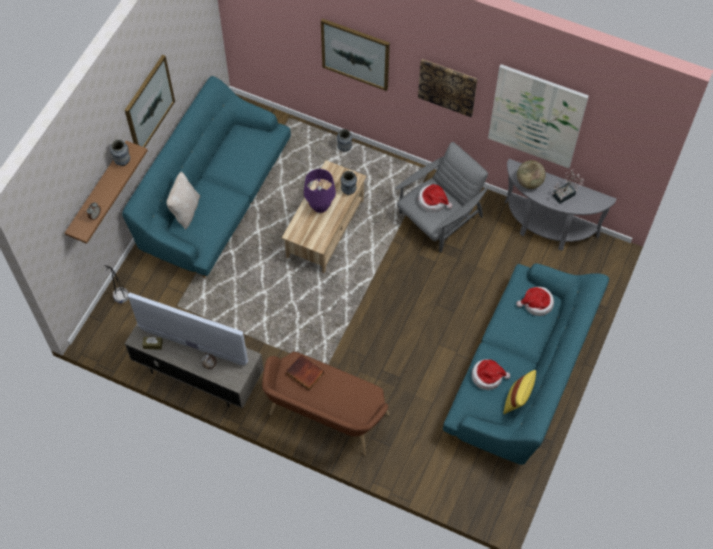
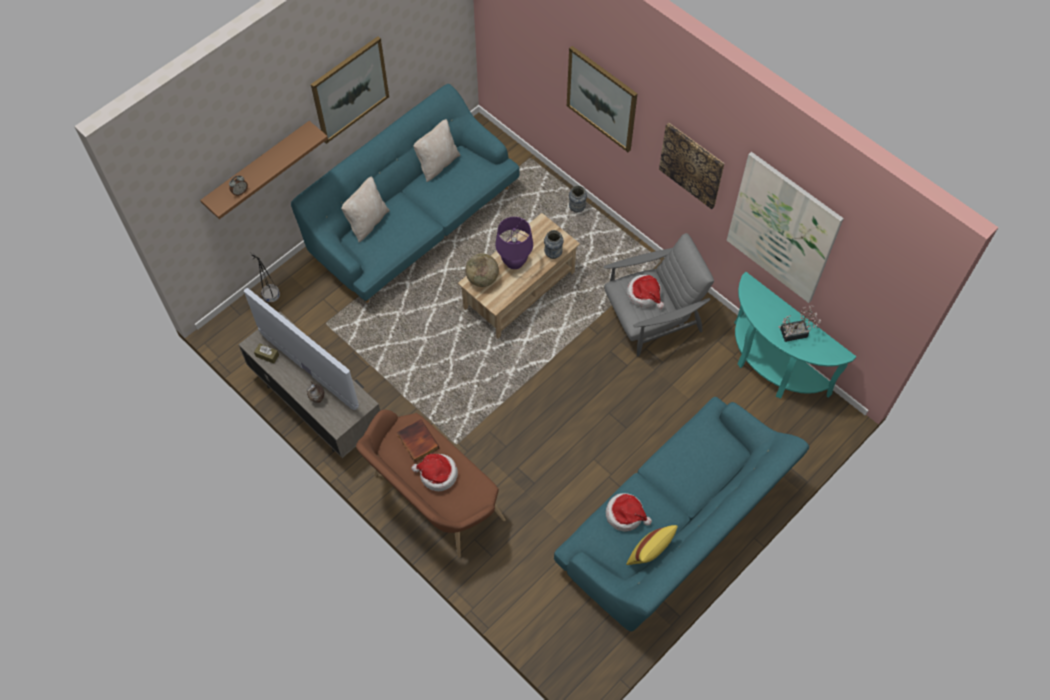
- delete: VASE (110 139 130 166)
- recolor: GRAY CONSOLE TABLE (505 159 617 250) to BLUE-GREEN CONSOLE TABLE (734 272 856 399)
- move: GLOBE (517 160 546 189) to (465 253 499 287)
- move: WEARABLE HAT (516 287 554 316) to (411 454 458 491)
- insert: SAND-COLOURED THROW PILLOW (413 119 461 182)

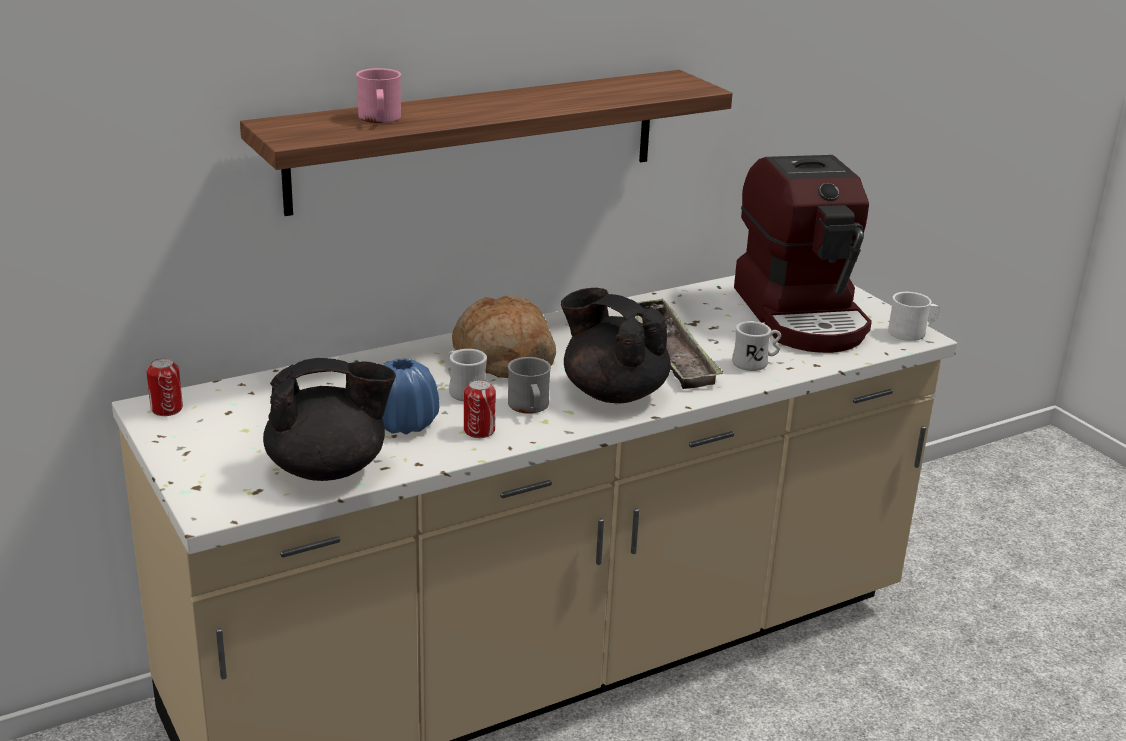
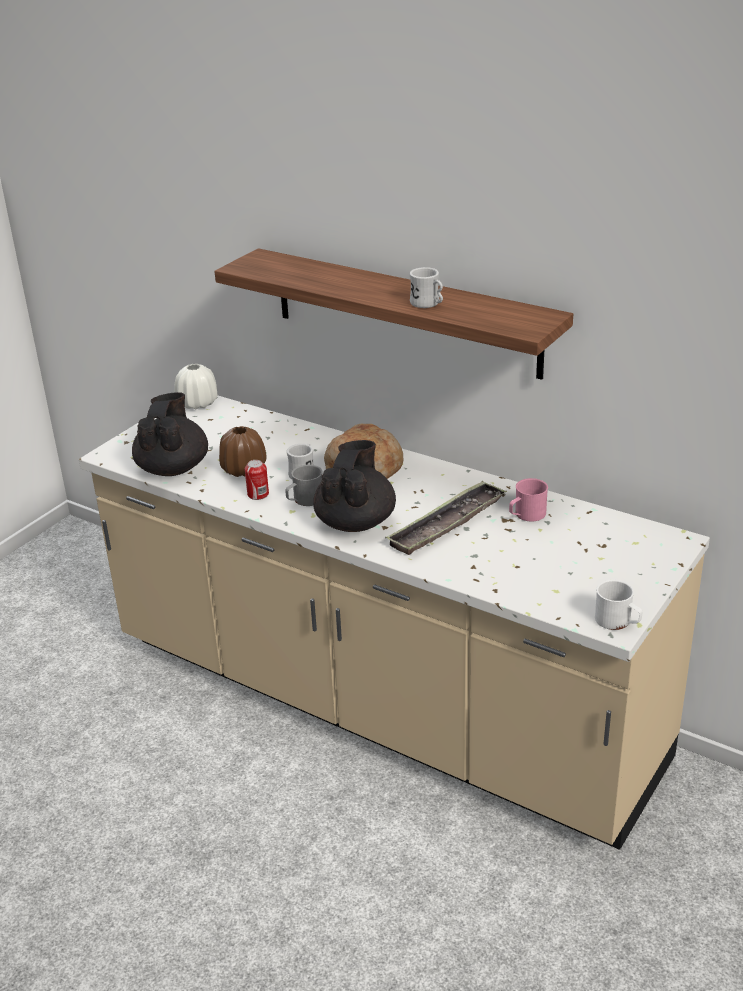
- move: PINK COFFEE MUG (356 68 401 123) to (509 478 548 521)
- delete: COFFEE MACHINE (734 155 872 353)
- move: WHITISH COFFEE MUG (732 321 781 371) to (410 267 443 308)
- replace: CAN (146 358 183 416) to WHITISH VASE (174 364 217 409)
- rotate: BLACK POT FOR TEA (263 358 396 481) = (132 392 208 476) 135 degrees counterclockwise
- recolor: BLUE-COLOURED VASE (382 358 439 435) to BROWNISH VASE (219 426 267 477)

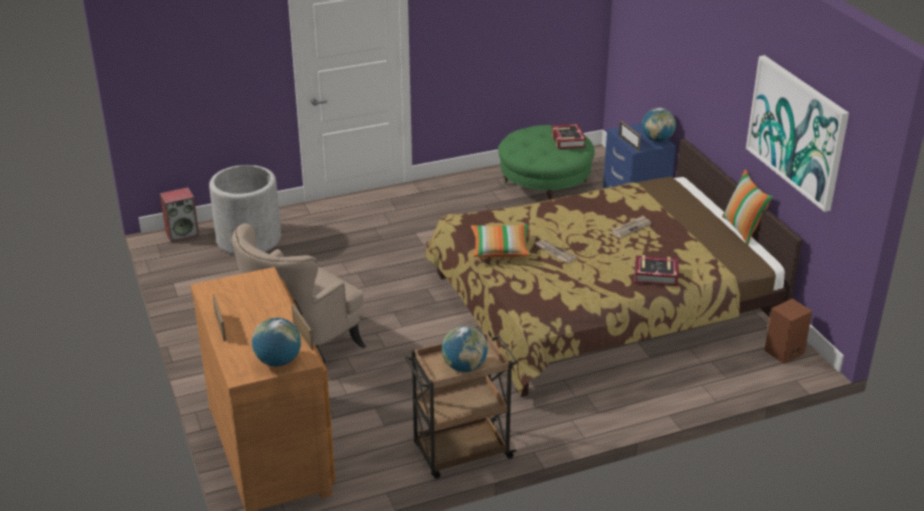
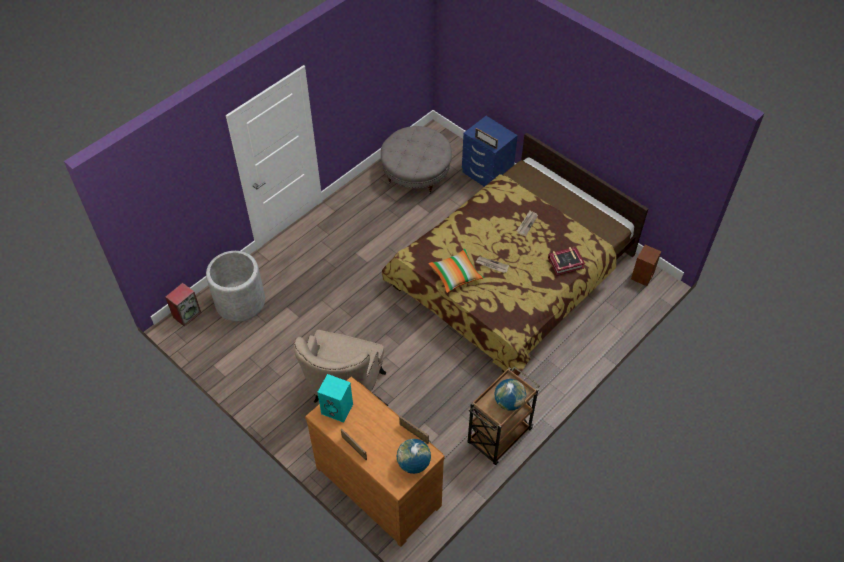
- delete: PICTURE (746 55 849 212)
- delete: GLOBE (642 108 676 142)
- delete: BOOK (552 124 586 149)
- recolor: GREENISH FOOTREST (498 125 595 200) to GRAY FOOTREST (381 126 452 193)
- delete: THROW PILLOW (722 170 773 244)
- insert: BLUE-GREEN AUDIO SPEAKER (317 374 353 423)

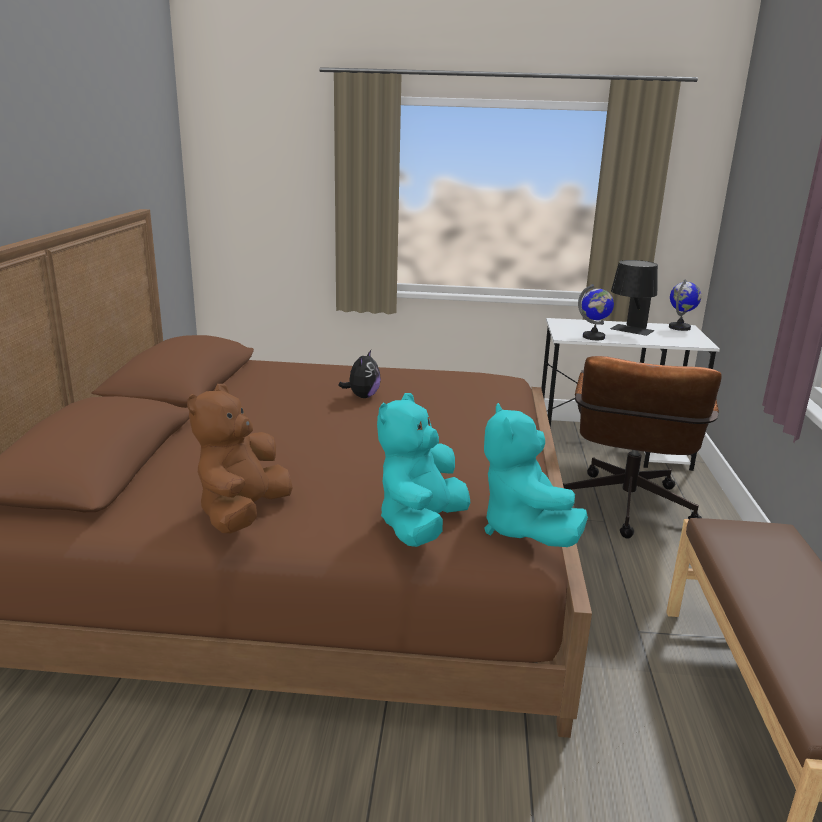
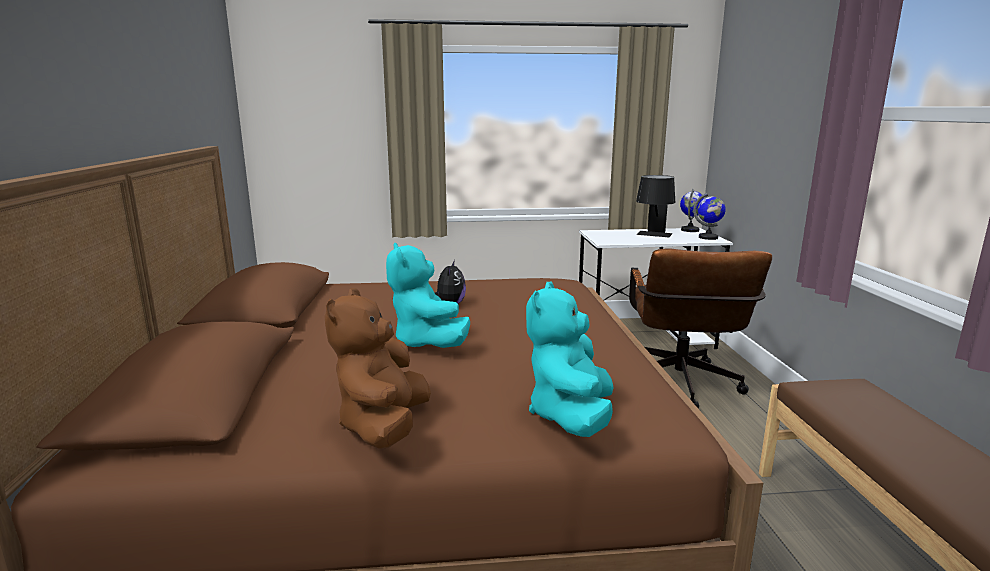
- move: GLOBE (578 284 614 340) to (693 193 726 240)
- move: BLUE-GREEN CUDDLY TOY (484 403 588 547) to (386 243 470 348)

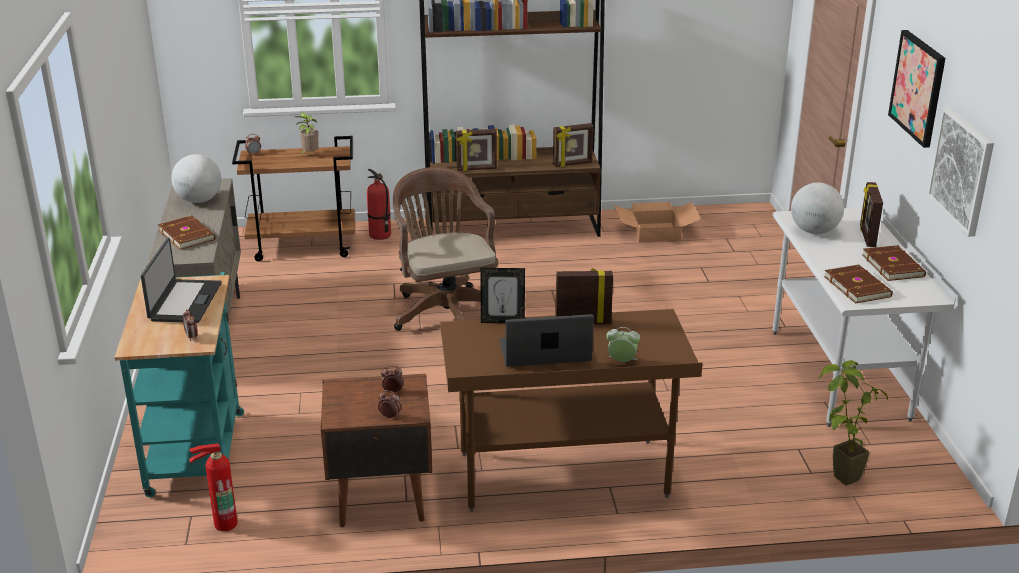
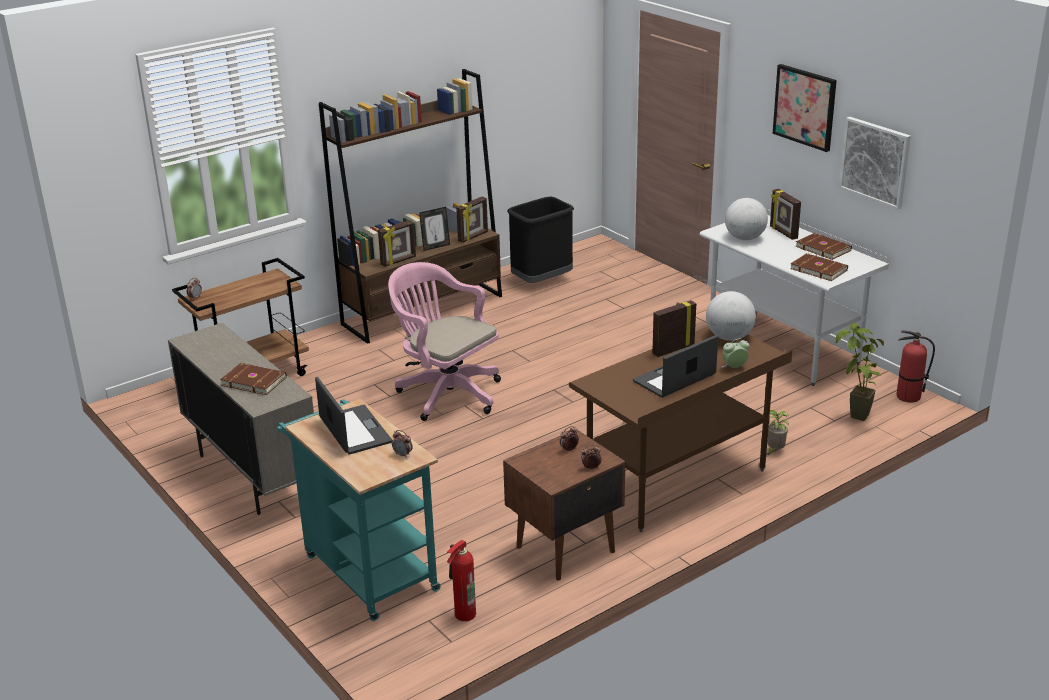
- move: HOUSEPLANT (295 113 319 154) to (767 410 789 456)
- move: GLOBE (171 154 222 203) to (706 291 756 341)
- recolor: BROWNISH COMPUTER CHAIR (393 167 498 331) to PINK COMPUTER CHAIR (388 262 501 421)
- move: FIRE-FIGHTING CYLINDER (367 169 391 240) to (897 330 935 403)
- replace: CARDBOARD BOX (614 202 701 243) to BLACK RUBBISH BIN (507 196 574 283)
- move: STANDING FRAME (480 268 525 323) to (419 207 450 251)

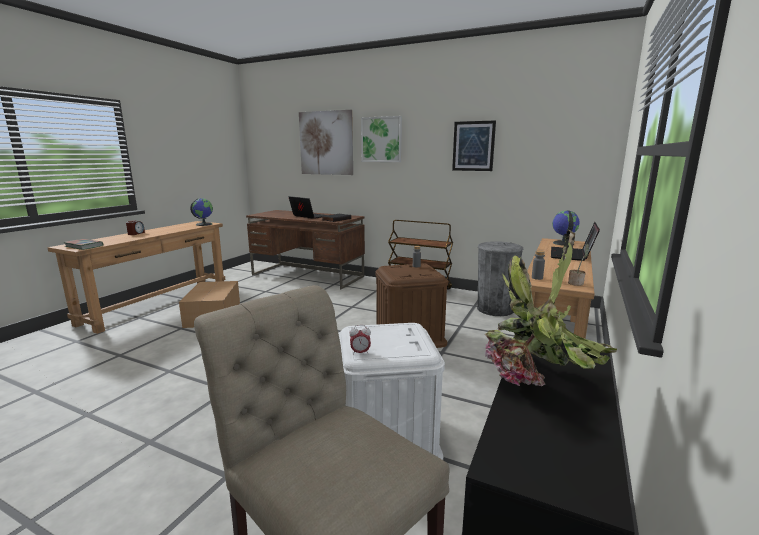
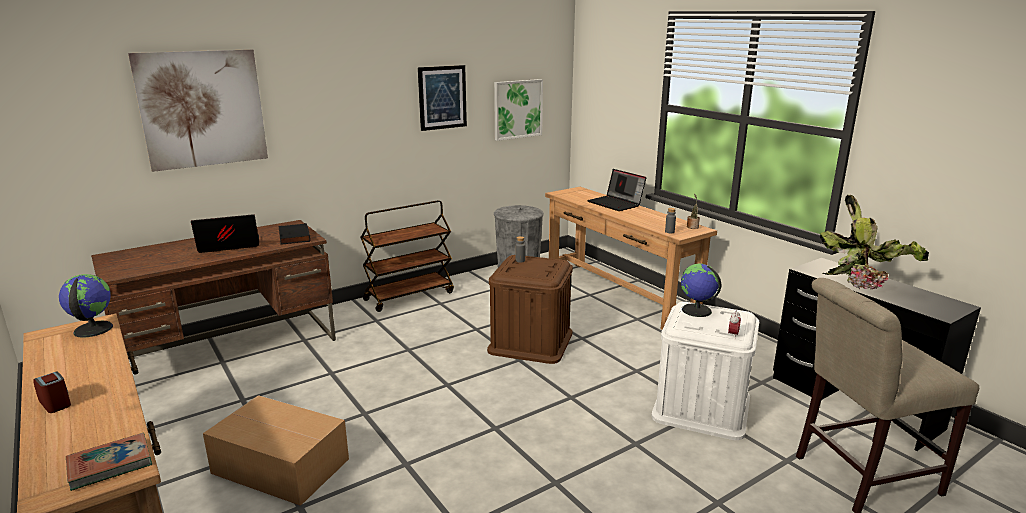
- move: PICTURE (361 116 402 162) to (494 79 543 141)
- move: GLOBE (552 210 580 246) to (681 263 721 317)

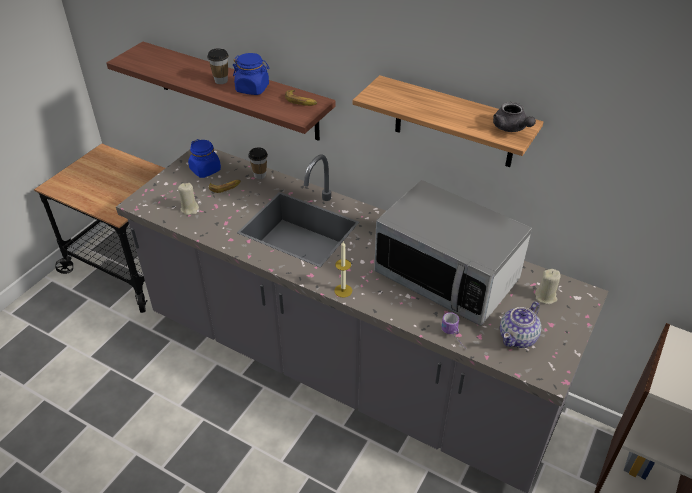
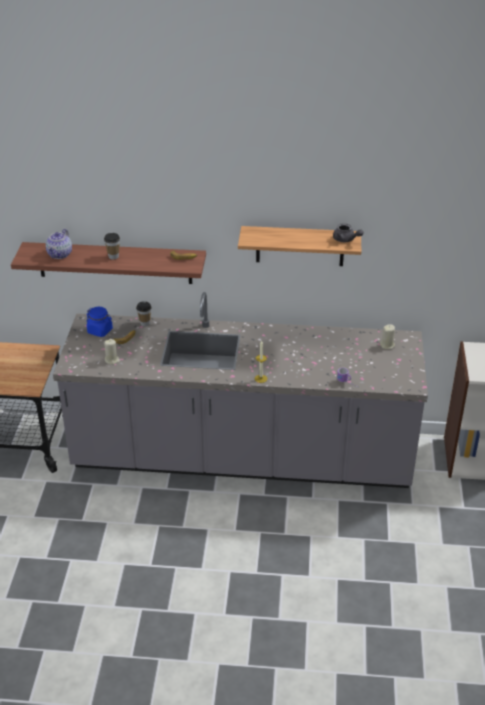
- delete: BLUE-COLOURED PRESERVE JAR (233 53 270 95)
- delete: KITCHEN MICROWAVE (374 180 532 326)
- move: POT FOR TEA (500 302 541 348) to (46 229 72 259)

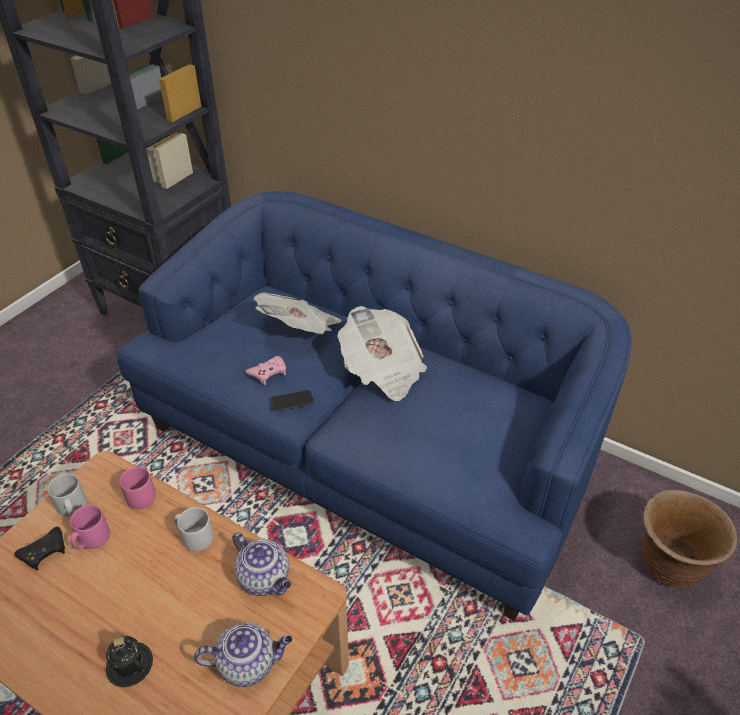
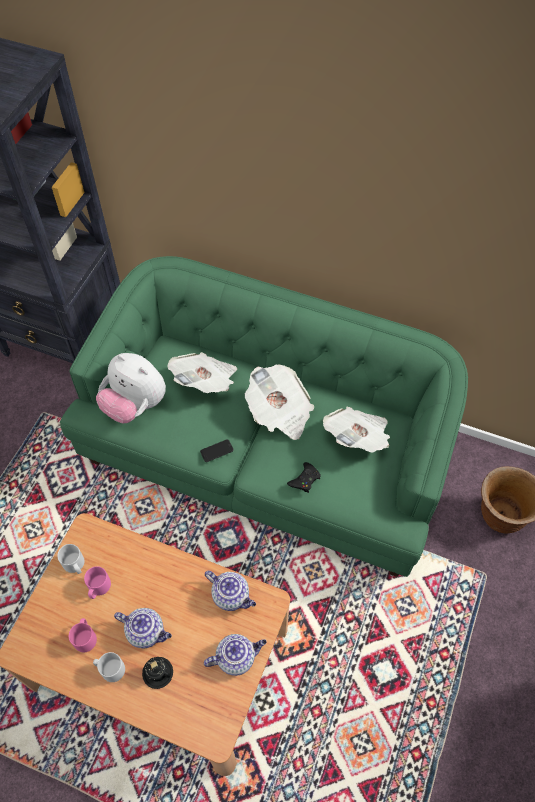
- recolor: BLUE-COLOURED SETTEE (117 191 632 621) to GREENISH SETTEE (60 256 468 577)
- delete: PINK JOYPAD (245 356 286 385)
- move: PINK COFFEE MUG (119 465 156 509) to (69 618 97 652)
- move: GRAY COFFEE MUG (174 507 214 552) to (93 652 125 682)
- move: BLACK JOYPAD (14 527 65 570) to (287 462 321 493)
- insert: CUDDLY TOY (96 353 166 423)
- insert: DAILY PAPER (323 406 390 452)
- insert: POT FOR TEA (114 608 172 648)

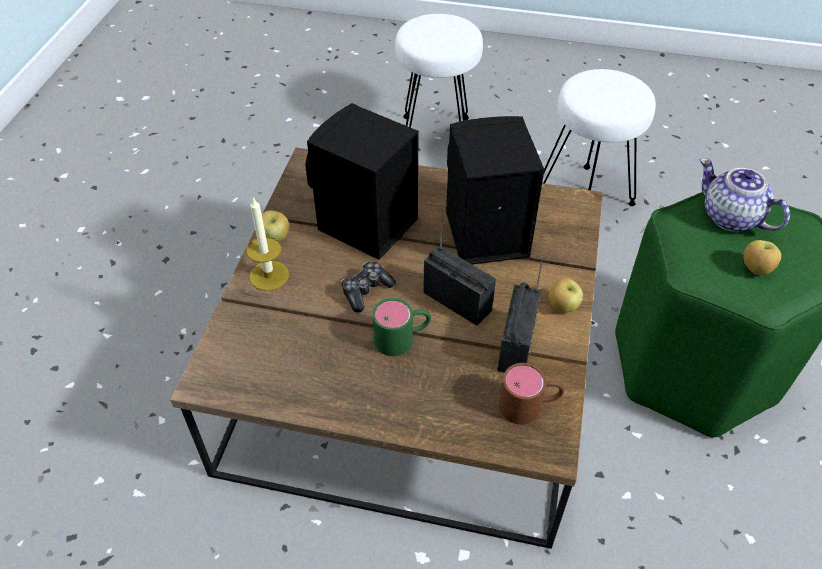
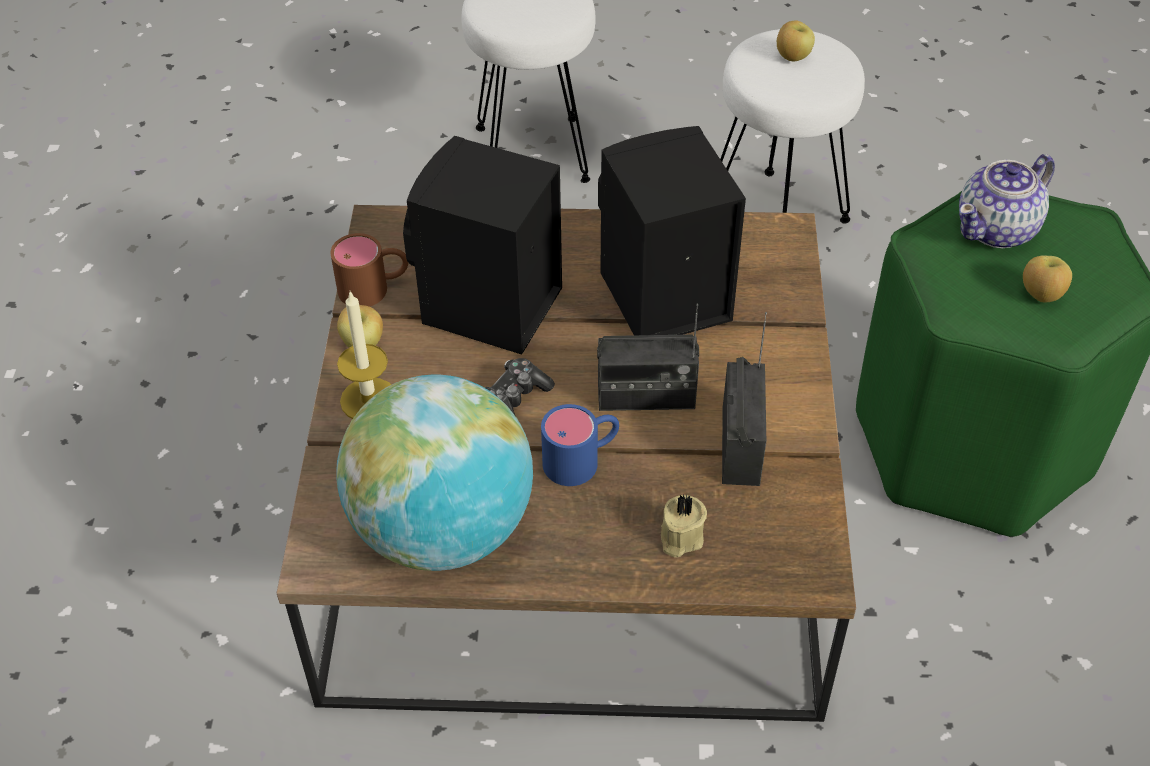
- rotate: POT FOR TEA (700 158 790 232) = (959 154 1055 248) 75 degrees counterclockwise
- rotate: RADIO RECEIVER (423 210 496 326) = (597 303 699 411) 150 degrees clockwise
- move: APPLE FRUIT (549 278 583 313) to (777 20 815 62)
- recolor: GREENISH COFFEE MUG (372 298 431 356) to BLUE-COLOURED COFFEE MUG (541 404 619 486)
- move: BROWNISH COFFEE MUG (499 363 565 425) to (331 233 408 307)
- insert: GLOBE (336 375 533 571)
- insert: SAND-COLOURED WAX CANDLE (661 494 707 558)

